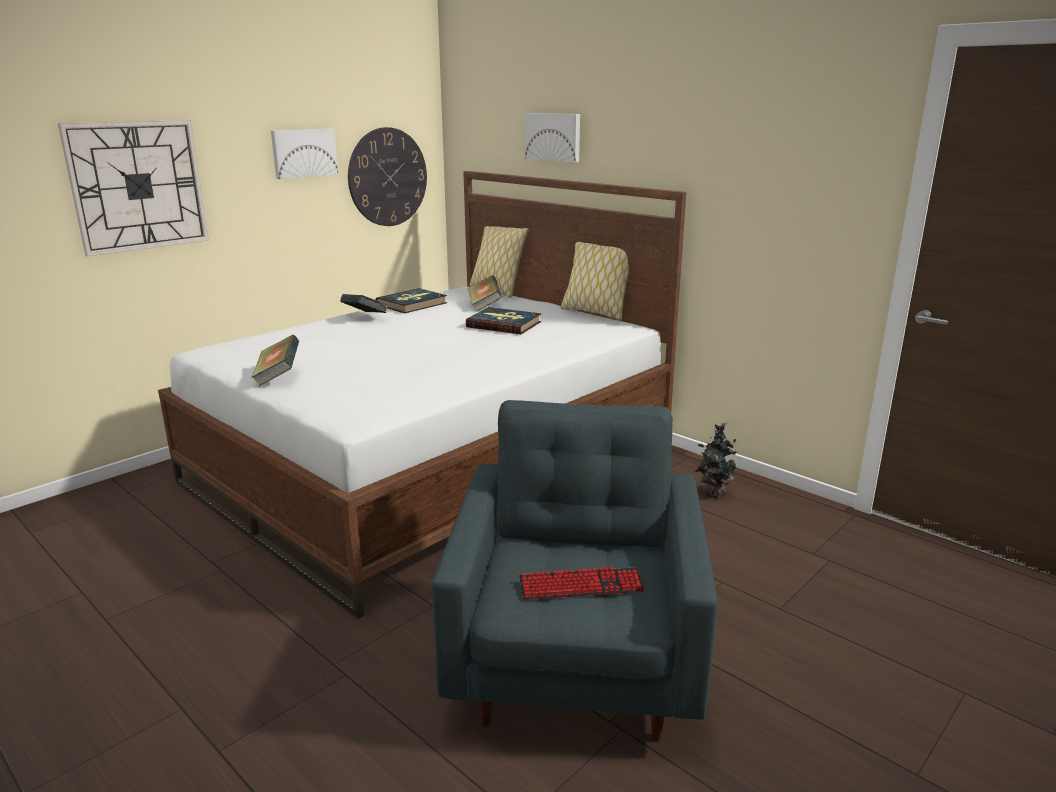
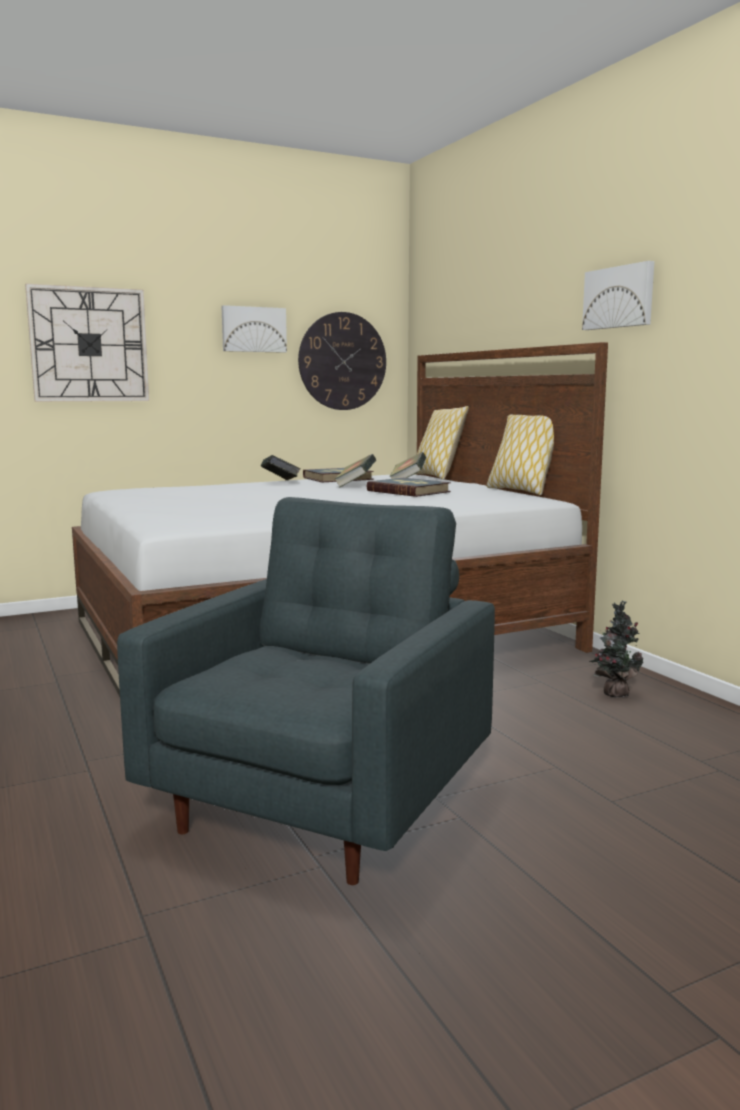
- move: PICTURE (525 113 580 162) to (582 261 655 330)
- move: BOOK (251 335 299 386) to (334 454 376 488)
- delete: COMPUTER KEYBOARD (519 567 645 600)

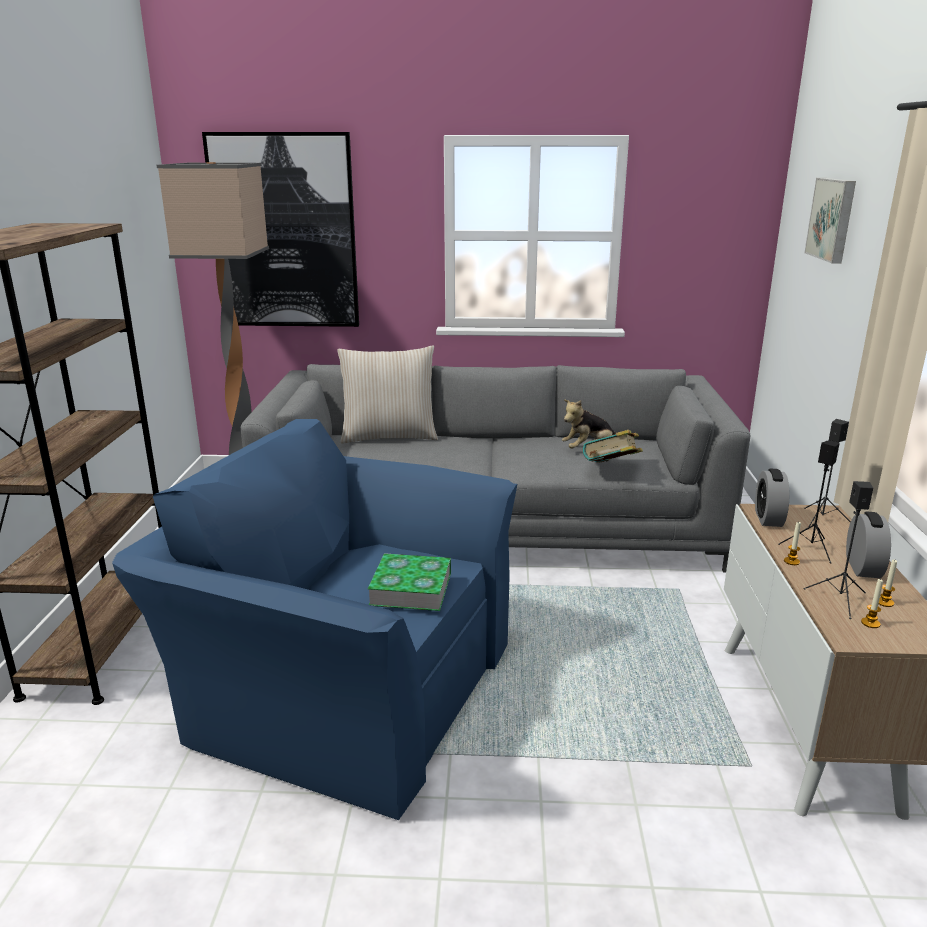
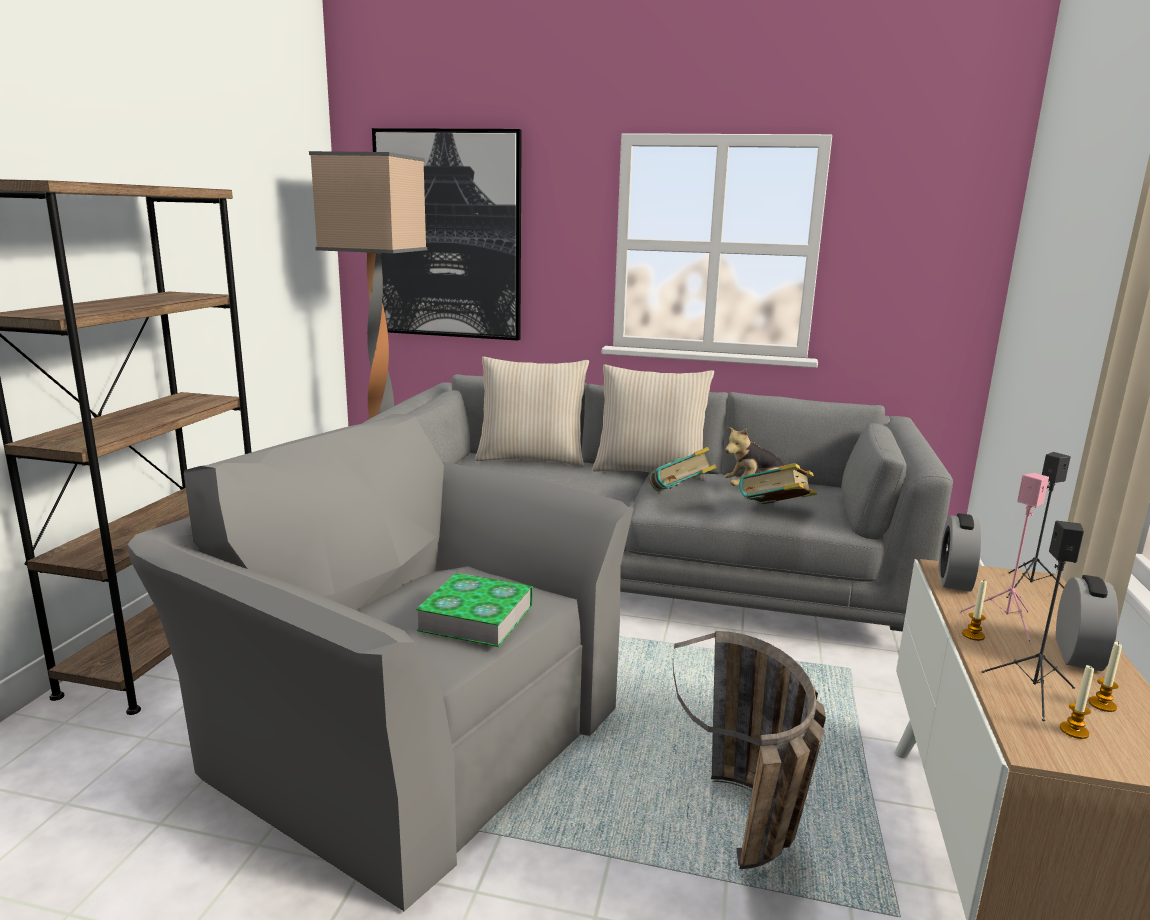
- delete: PICTURE (804 178 856 263)
- recolor: BLUE-COLOURED ARMCHAIR (112 419 517 820) to GRAY ARMCHAIR (127 414 634 911)
- recolor: BLACK AUDIO SPEAKER (778 440 840 563) to PINK AUDIO SPEAKER (959 473 1049 644)
- insert: SAND-COLOURED THROW PILLOW (592 365 714 481)
- insert: BOOK (649 447 717 491)
- insert: STORAGE BASKET (673 631 826 869)

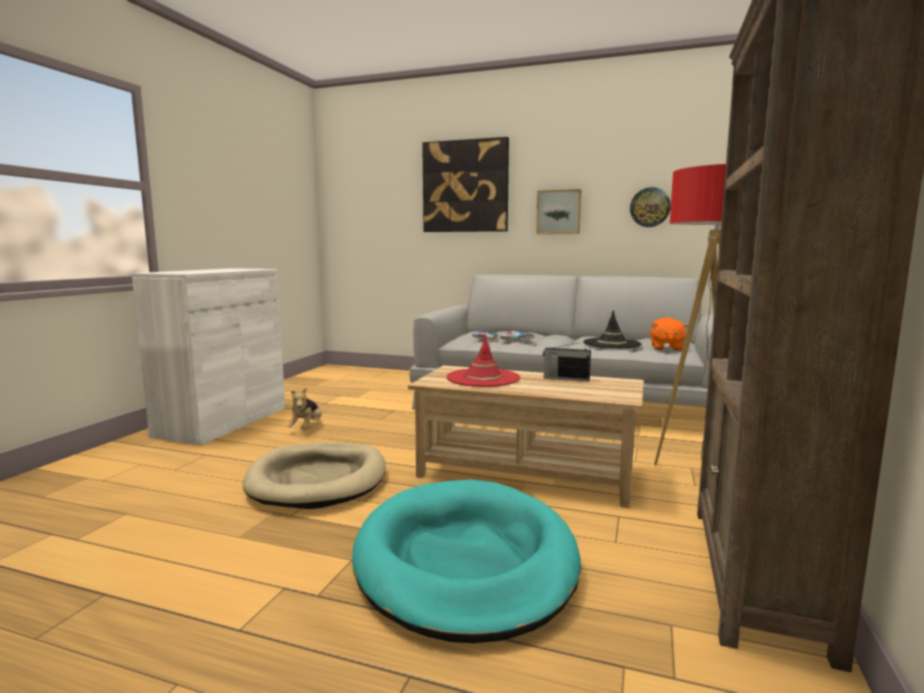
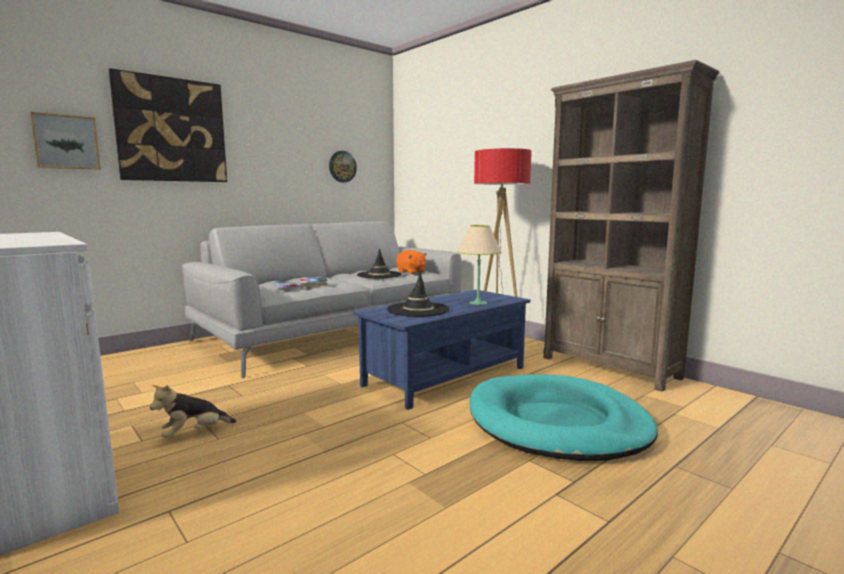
- move: PICTURE (536 189 581 234) to (30 112 101 170)
- recolor: RED-COLOURED WEARABLE HAT (446 334 520 387) to BLACK WEARABLE HAT (387 272 450 317)
- delete: RADIO RECEIVER (543 342 591 382)
- recolor: SAND-COLOURED LOW TABLE (408 365 644 508) to BLUE-COLOURED LOW TABLE (353 290 530 410)
- rotate: CUDDLY TOY (287 388 322 429) = (150 385 237 438) 105 degrees clockwise
- delete: SAND-COLOURED PET BED (243 443 386 509)
- insert: SAND-COLOURED LAMP FOR A TABLE (457 225 502 305)

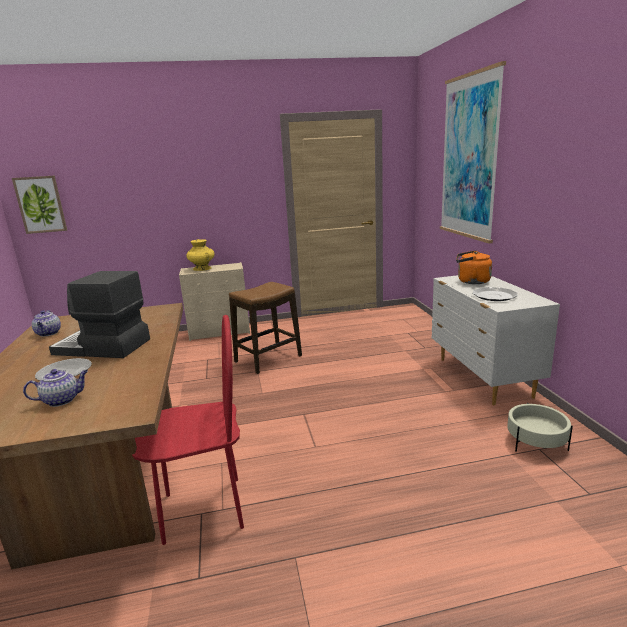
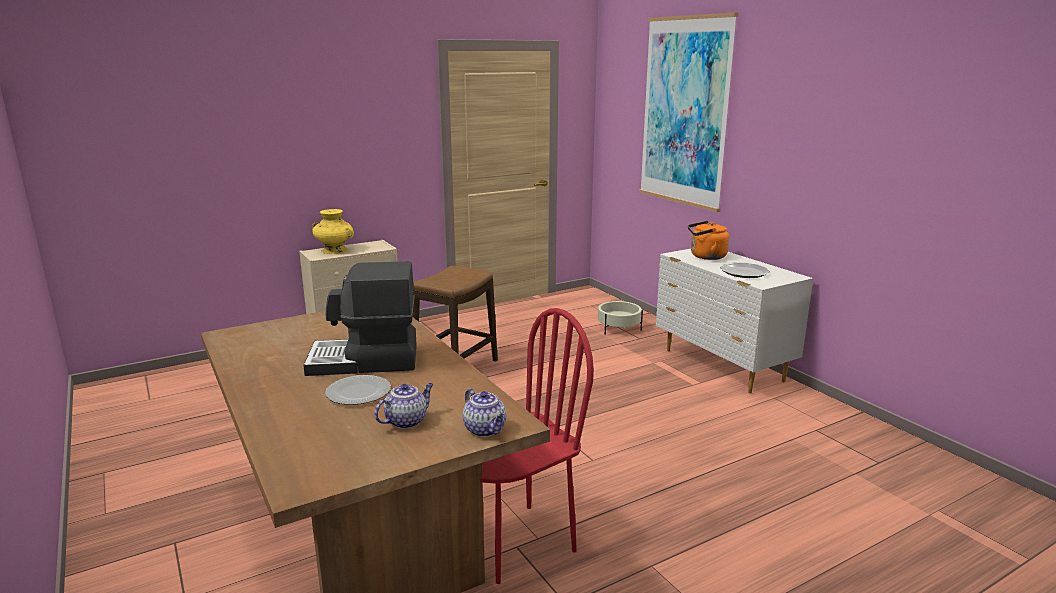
- delete: PICTURE (12 176 67 234)
- move: POT FOR TEA (32 310 61 337) to (463 389 506 437)
- move: SAND-COLOURED PLANT POT (507 403 573 451) to (598 301 643 335)

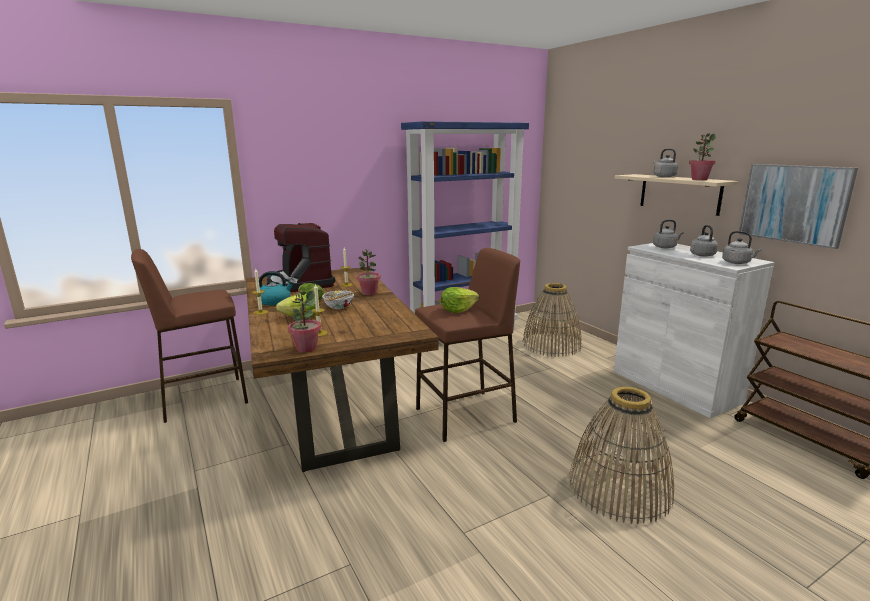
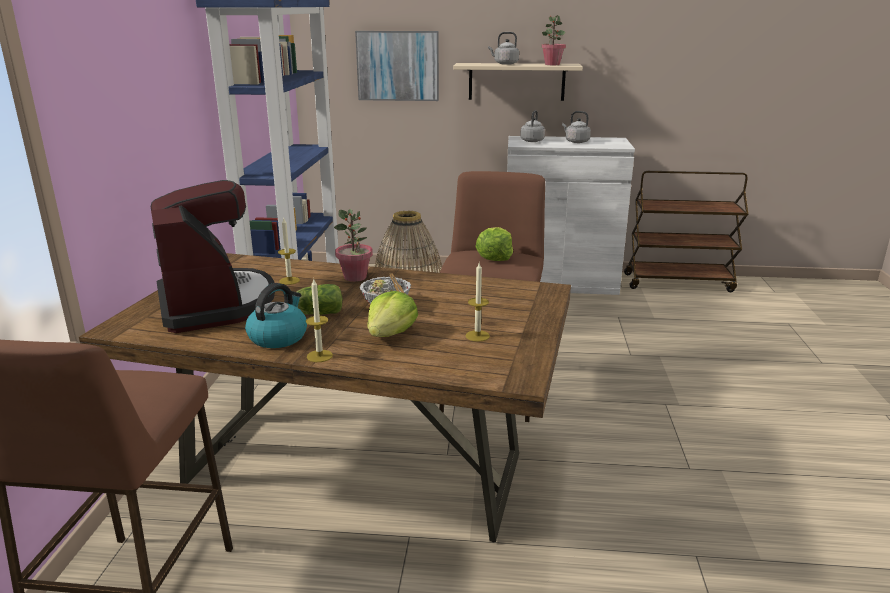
- move: PICTURE (739 164 858 249) to (355 31 439 101)
- rotate: COFFEE MACHINE (267 223 335 292) = (151 180 275 333) 120 degrees counterclockwise
- delete: GRAY TEA KETTLE (722 231 762 264)
- delete: HOUSEPLANT (288 290 321 353)
- delete: STORAGE BASKET (569 387 674 524)

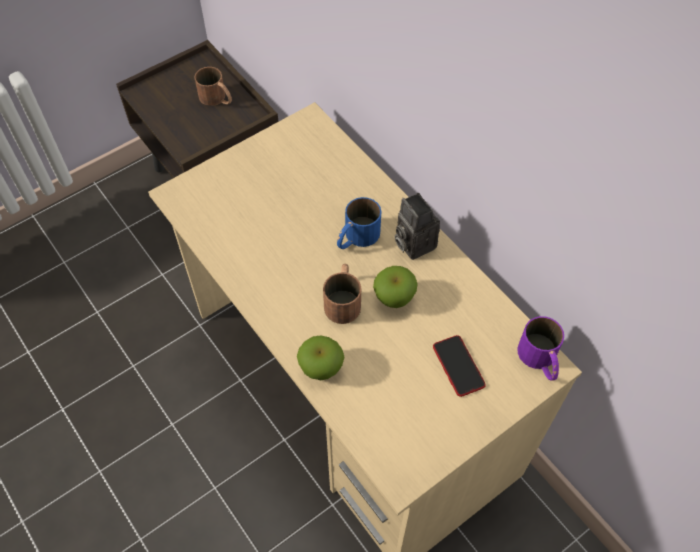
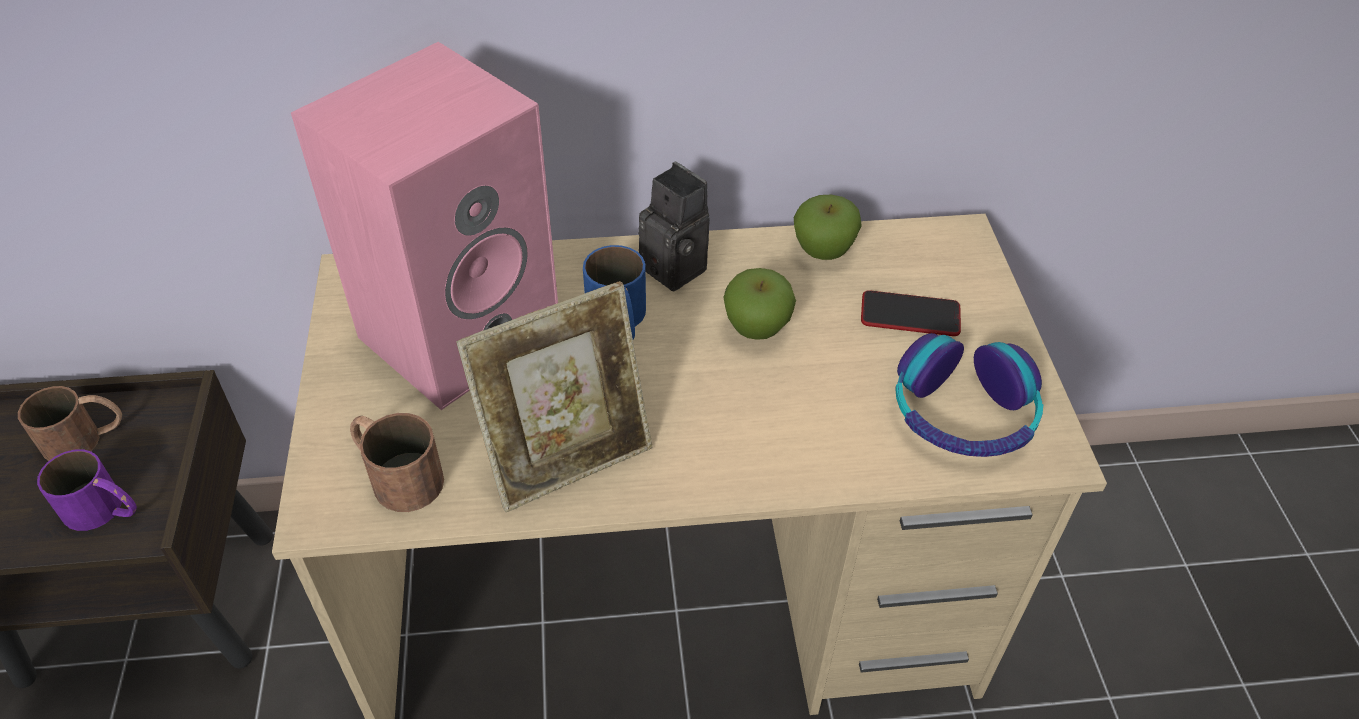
- rotate: PHOTO CAMERA (395 193 440 260) = (638 162 710 292) 135 degrees counterclockwise
- move: BROWNISH COFFEE MUG (323 264 361 324) to (350 413 444 512)
- move: PURPLE-COLOURED COFFEE MUG (517 316 564 381) to (37 449 137 531)
- move: APPLE FRUIT (297 336 344 380) to (794 195 862 260)
- insert: PINK AUDIO SPEAKER (291 42 558 410)
- insert: STANDING FRAME (456 281 653 512)
- insert: HEADPHONES (895 333 1043 457)

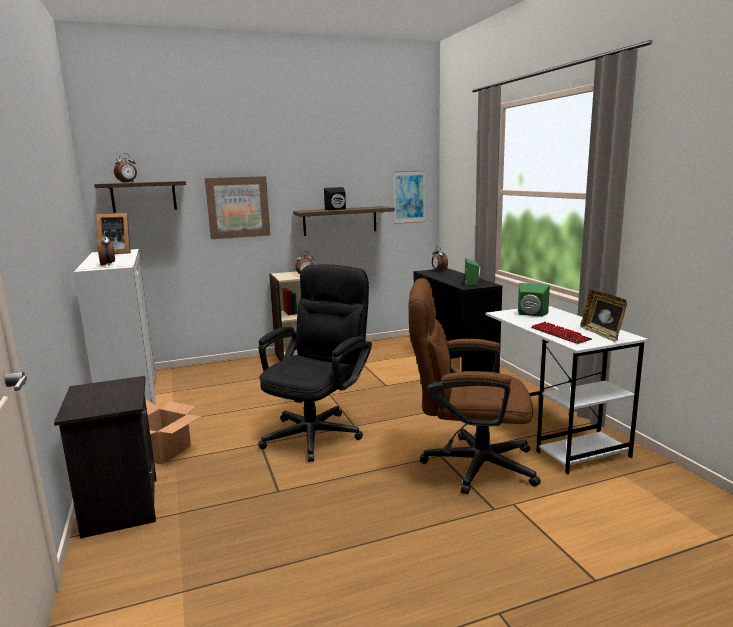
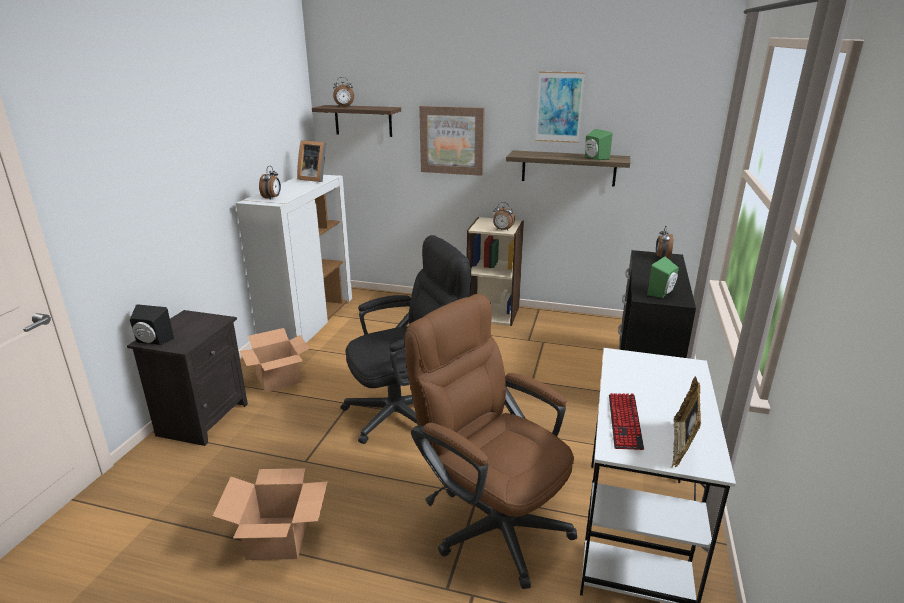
- move: PICTURE (394 171 425 224) to (535 71 585 143)
- move: BLACK AUDIO SPEAKER (324 187 346 210) to (130 304 174 345)
- move: GREENISH AUDIO SPEAKER (518 283 550 317) to (585 129 613 160)
- insert: CARDBOARD BOX (213 468 328 560)

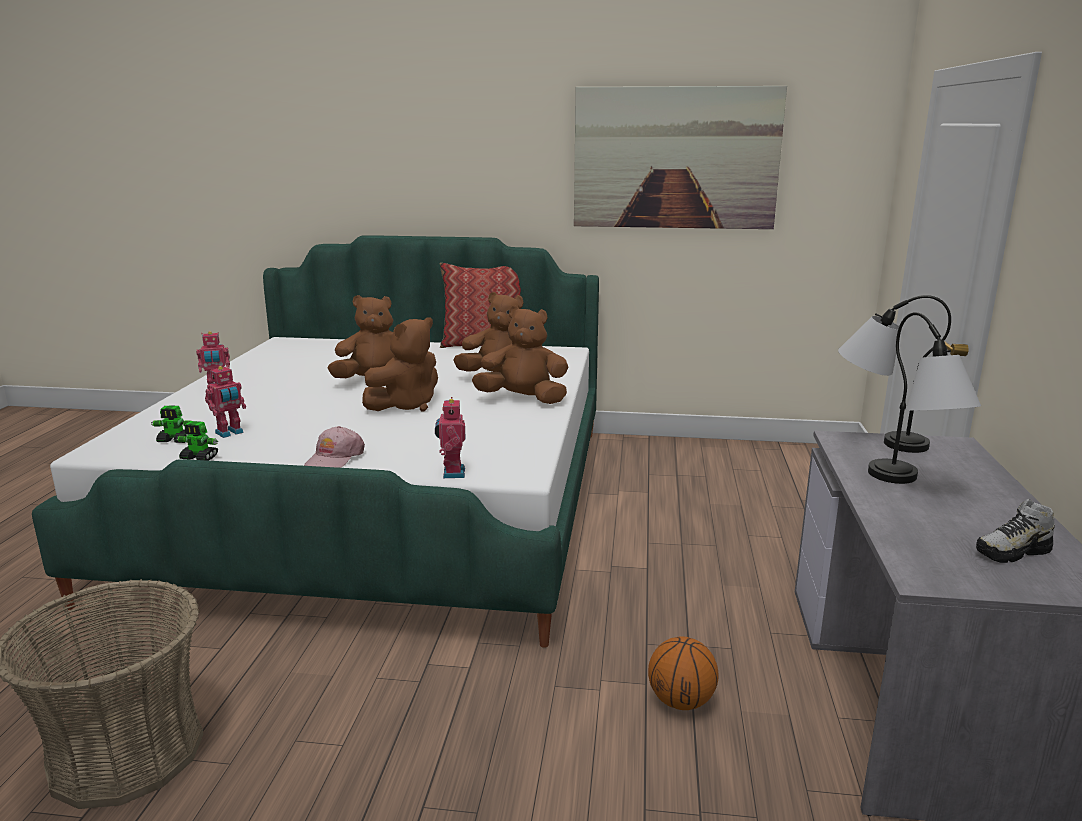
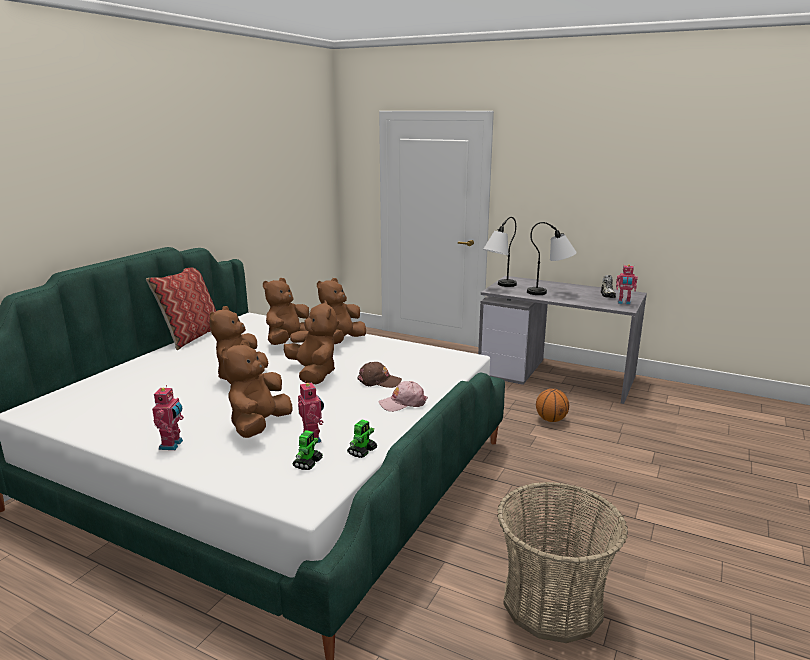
- delete: PICTURE (574 86 787 229)
- move: MODEL ROBOT (435 397 465 478) to (616 264 638 305)
- rotate: PINK BASEBALL CAP (304 426 365 468) = (378 381 428 412) 120 degrees clockwise
- insert: BROWNISH CUDDLY TOY (221 340 293 438)
- insert: BROWNISH BASEBALL CAP (357 362 402 388)

